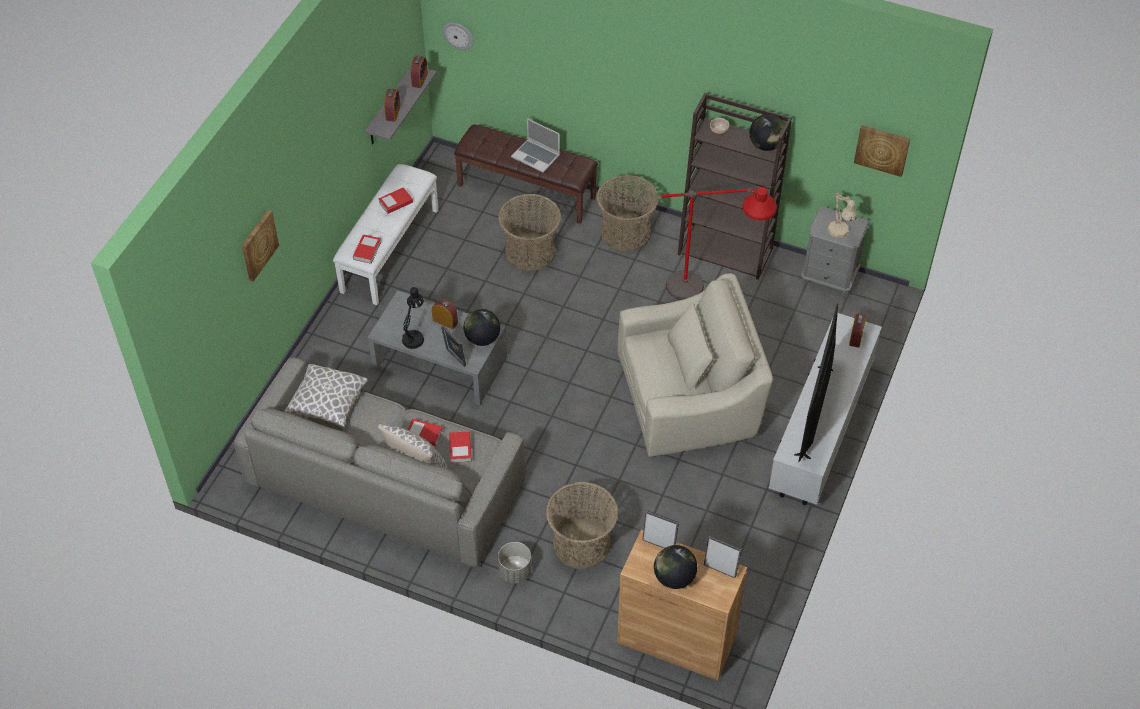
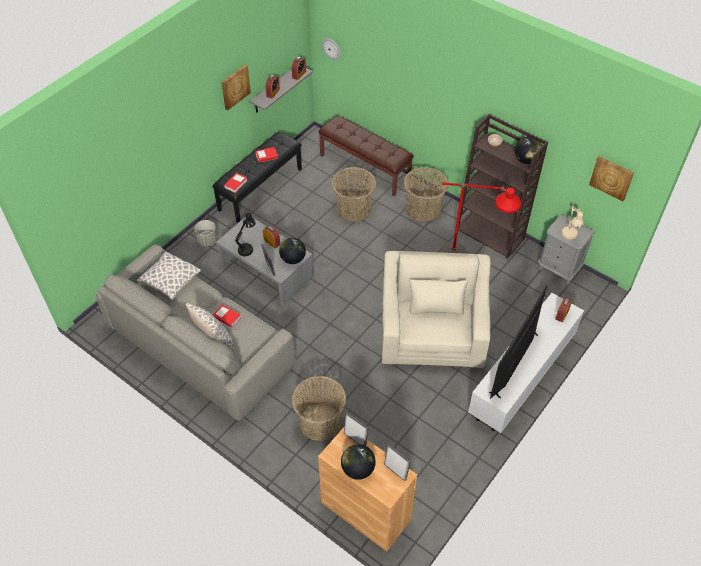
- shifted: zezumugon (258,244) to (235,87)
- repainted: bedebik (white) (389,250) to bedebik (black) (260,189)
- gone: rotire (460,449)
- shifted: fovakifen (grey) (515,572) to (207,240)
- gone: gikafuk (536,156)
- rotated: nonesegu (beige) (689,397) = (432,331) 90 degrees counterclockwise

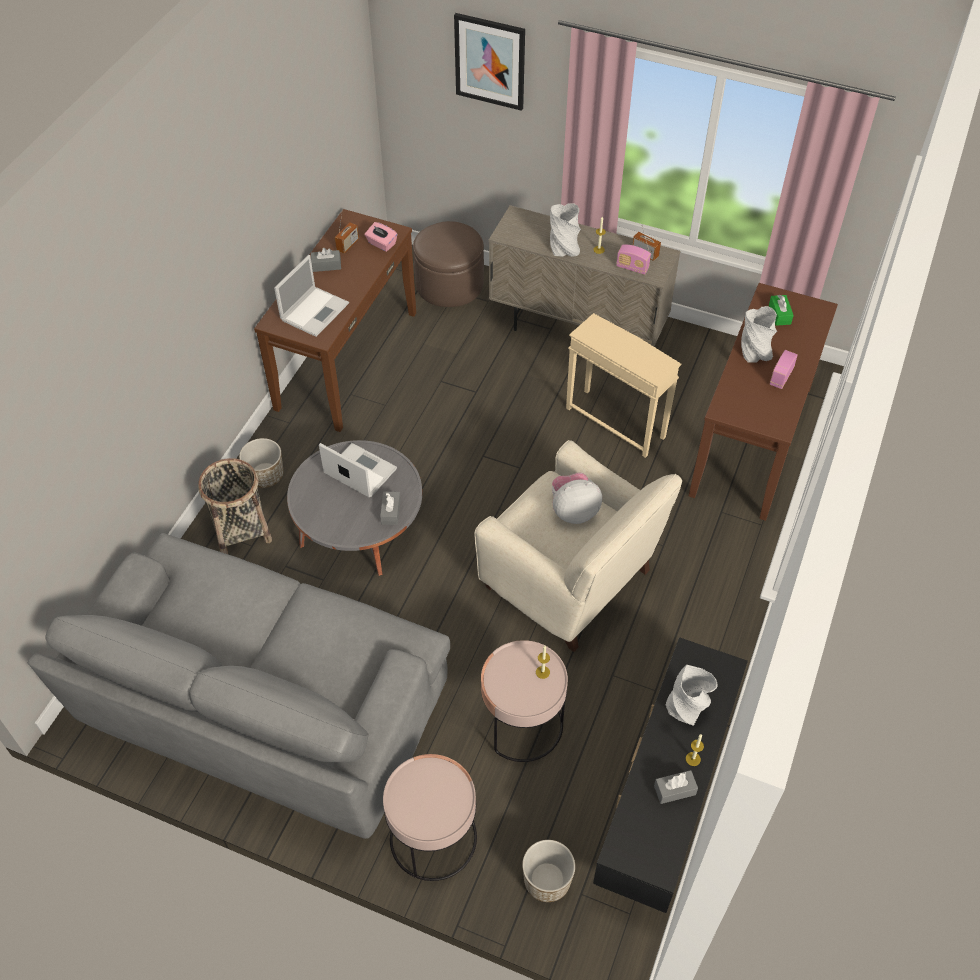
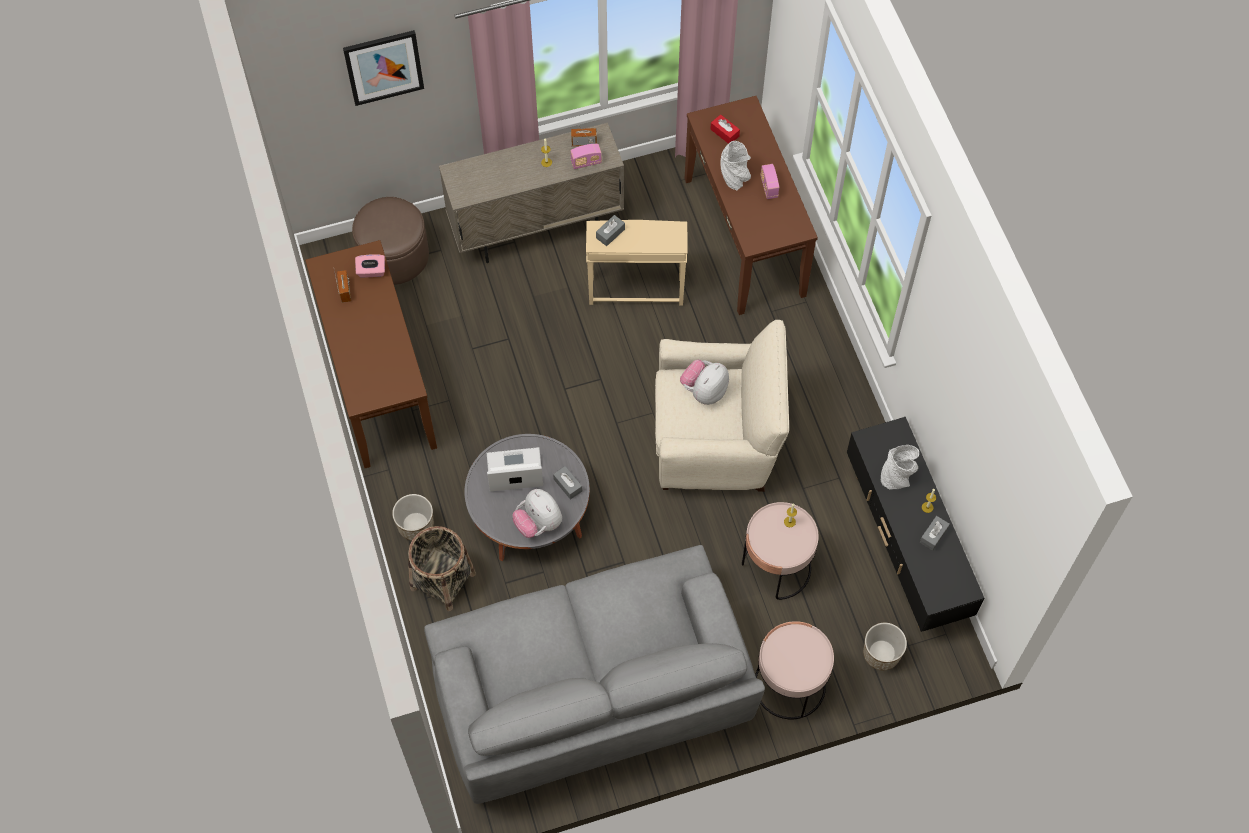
- gone: gikafuk (315,311)
- shifted: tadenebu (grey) (326,265) to (610,233)
- gone: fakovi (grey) (564,248)
- repainted: tadenebu (green) (779,314) to tadenebu (red) (724,133)
- new: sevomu (538,523)

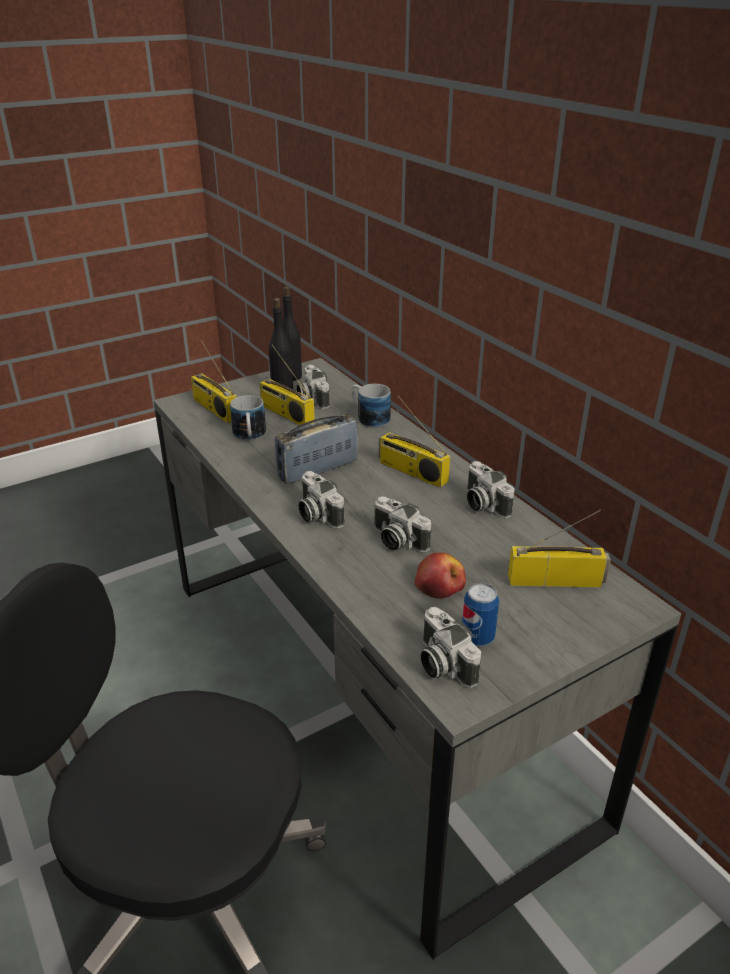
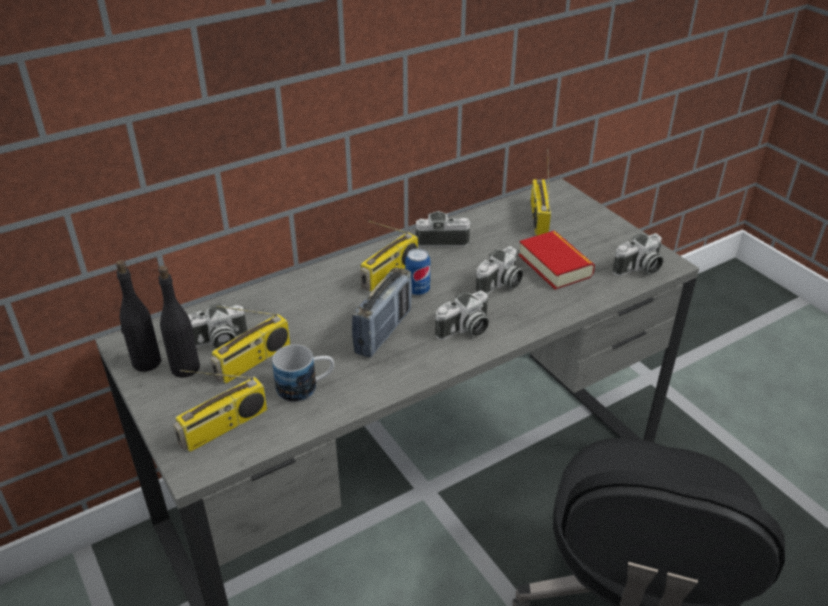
- rotated: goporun (318,469) = (383,332) 120 degrees counterclockwise
- gone: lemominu (368,418)
- swapped: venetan (440,585) to rotire (555,266)
- shifted: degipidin (477,637) to (417,290)
- rotated: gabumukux (482,504) = (442,239) 150 degrees counterclockwise

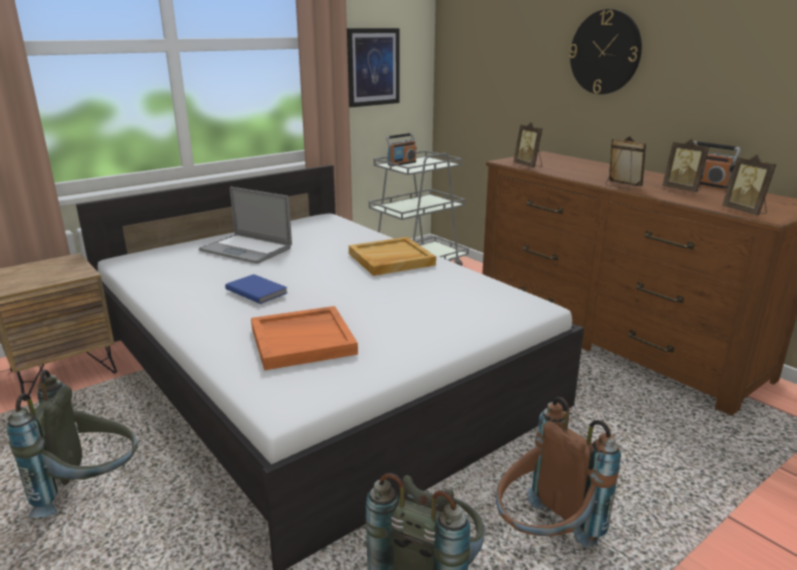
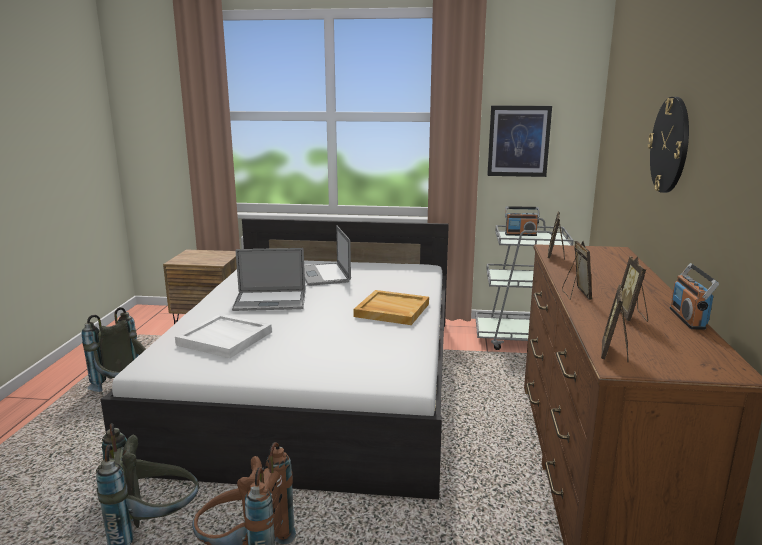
- swapped: rotire (blue) (257,290) to gikafuk (270,301)
- repainted: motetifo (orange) (303,340) to motetifo (white) (226,338)

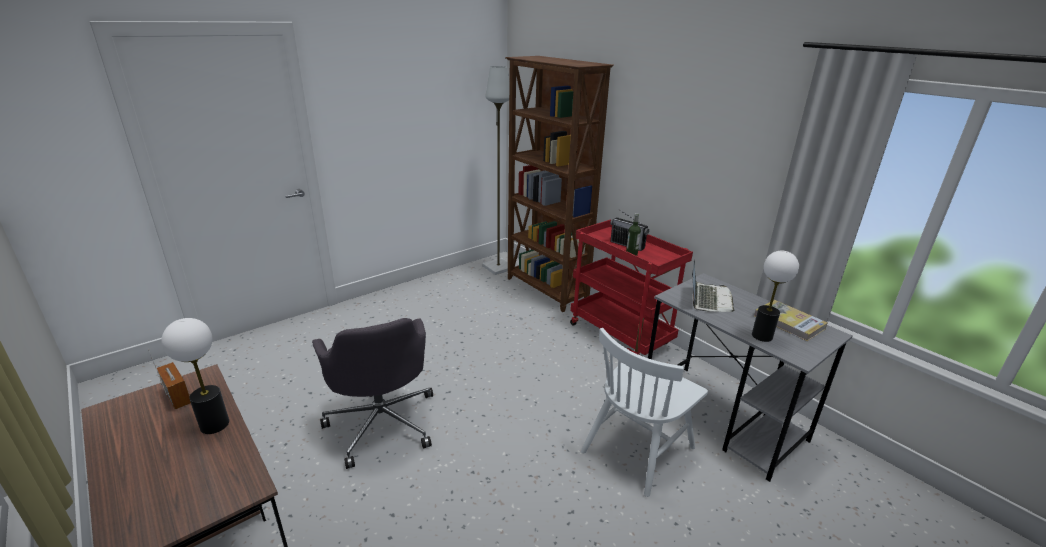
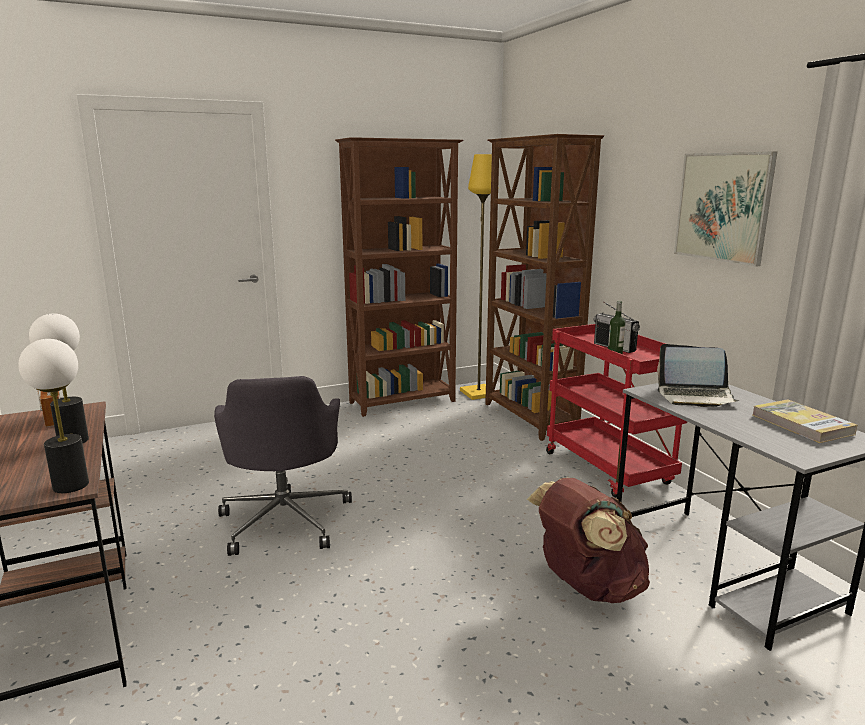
- repainted: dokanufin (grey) (497,267) to dokanufin (yellow) (477,393)
- swapped: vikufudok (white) (637,449) to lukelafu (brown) (587,587)
- rotated: gikafuk (708,299) = (695,396) 75 degrees clockwise
- shifted: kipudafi (762,336) to (71,485)
- new: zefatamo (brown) (403,402)
- new: zezumugon (723,207)

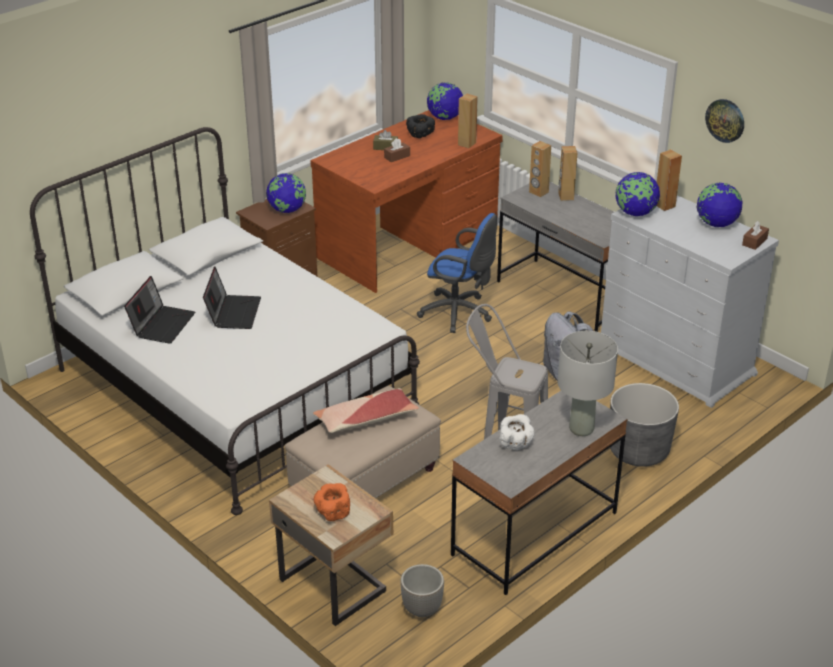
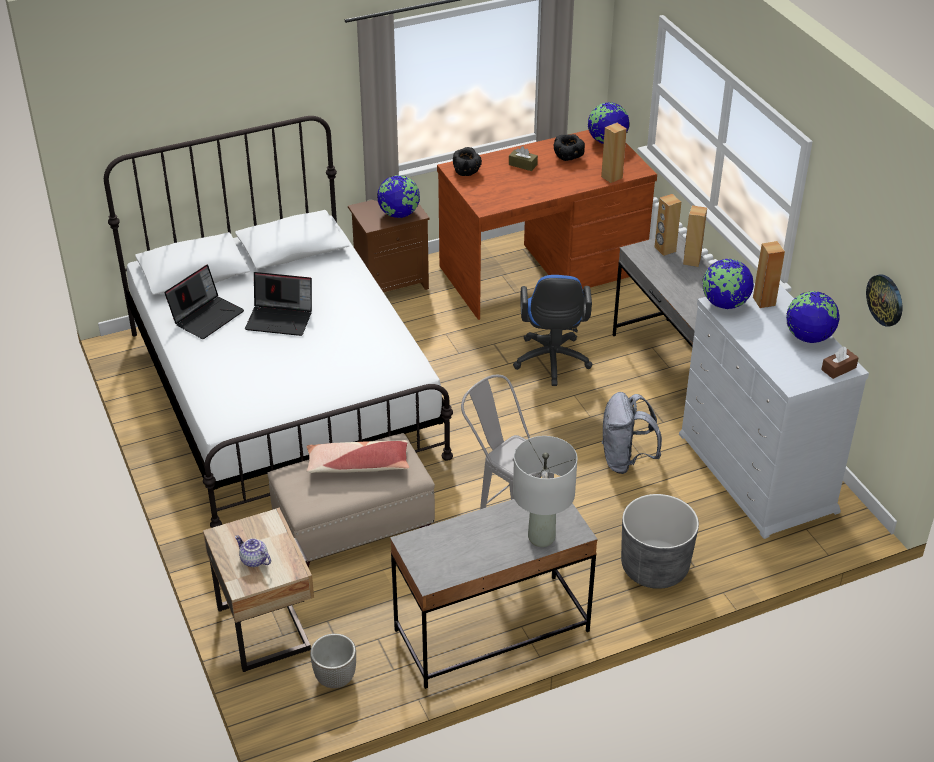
- rotated: gikafuk (233,312) = (281,318) 75 degrees clockwise
- swapped: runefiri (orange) (332,512) to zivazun (253,560)
- gone: tadenebu (brown) (397,156)
- rotated: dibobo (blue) (459,313) = (552,363) 45 degrees clockwise
- gone: runefiri (white) (516,443)
- shifted: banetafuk (725,120) to (885,300)
- new: runefiri (black) (467,171)

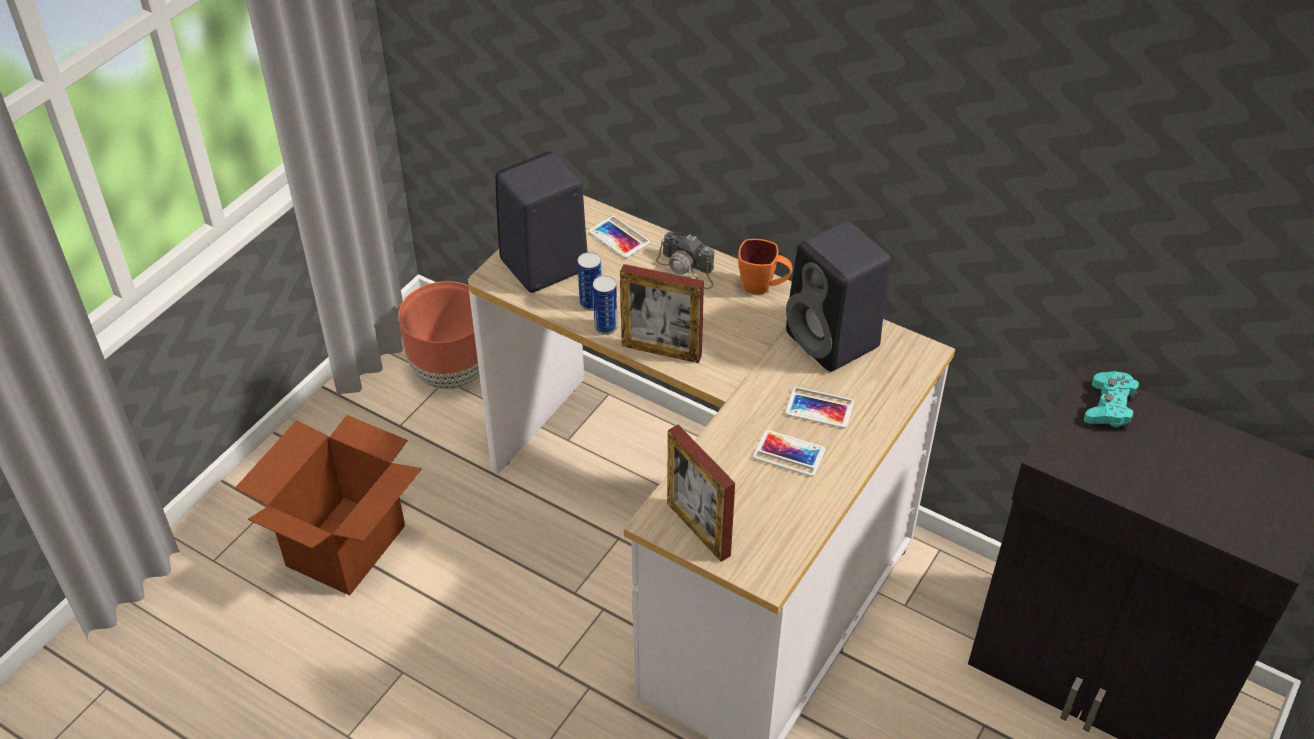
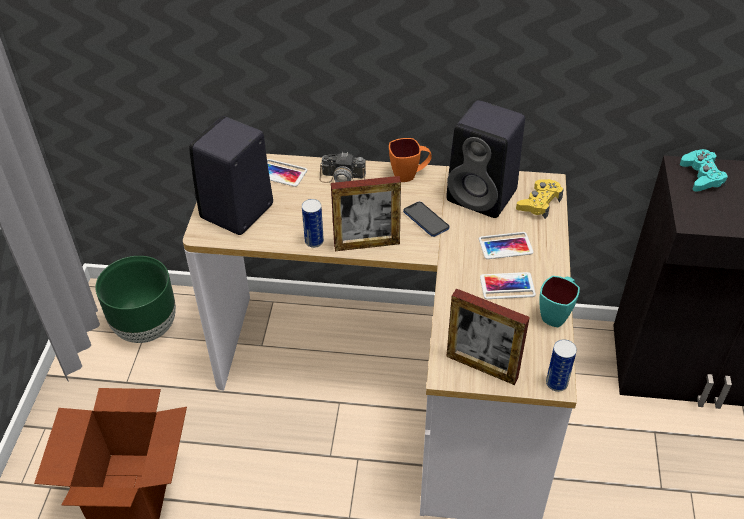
- repainted: fovakifen (brown) (451,373) to fovakifen (green) (146,328)
- shifted: degipidin (591,303) to (556,383)
- new: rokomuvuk (426,220)
- new: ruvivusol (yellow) (539,203)
- new: lemominu (turquoise) (556,314)

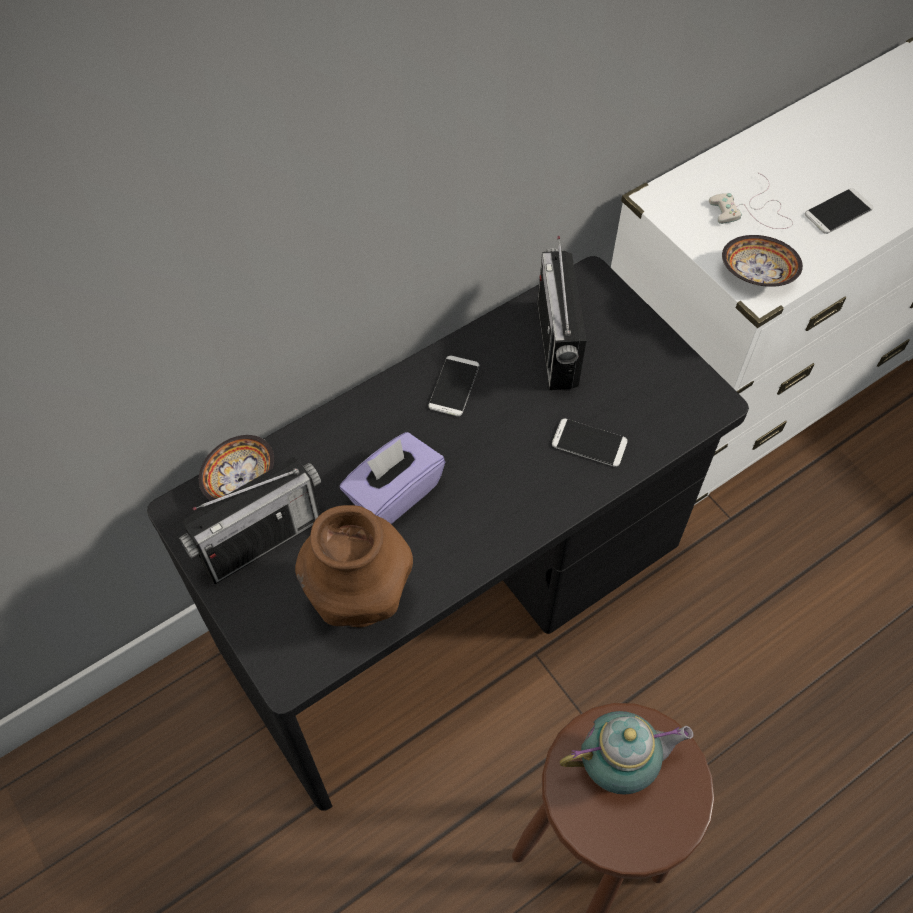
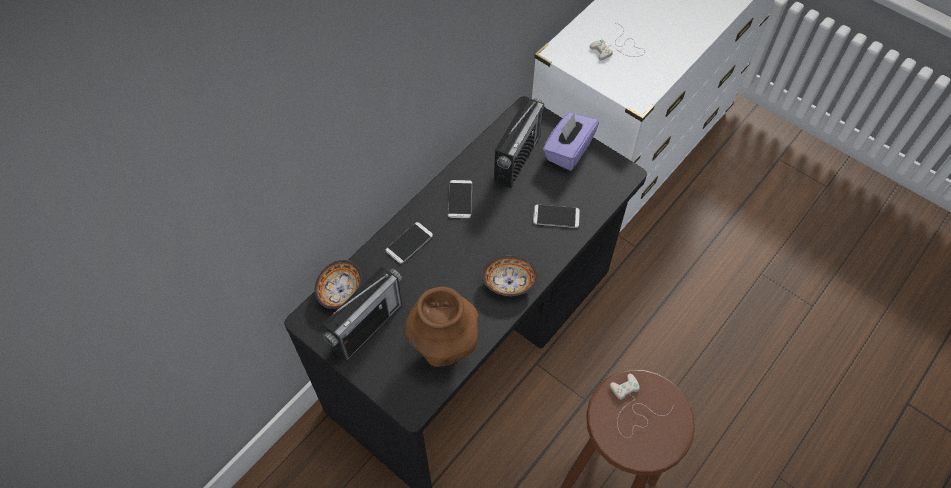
- shifted: tadenebu (purple) (393,494) to (568,151)
- rotated: goporun (557,345) = (517,158) 135 degrees counterclockwise
- swapped: zivazun (620,765) to ruvivusol (white) (632,408)
- shifted: runefiri (755,273) to (508,282)
- shifted: rokomuvuk (838,212) to (409,243)

